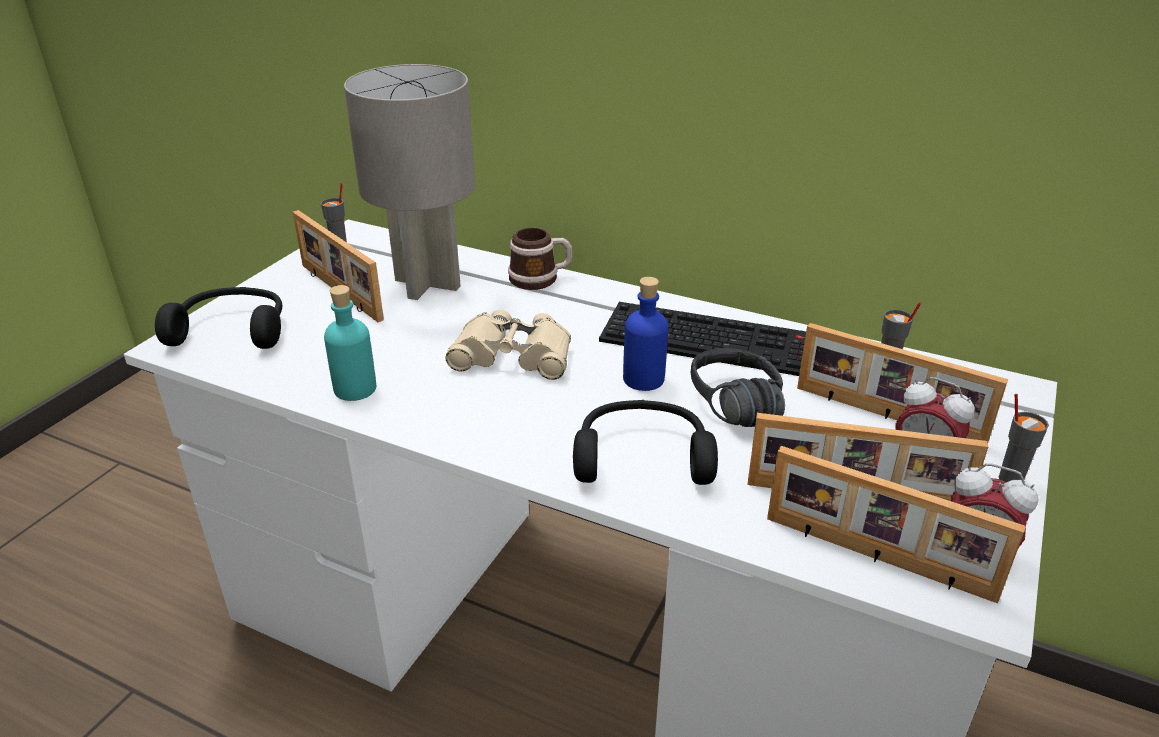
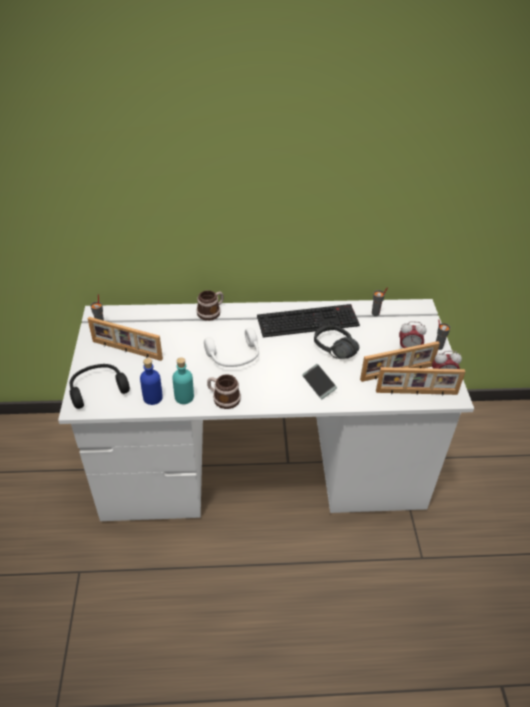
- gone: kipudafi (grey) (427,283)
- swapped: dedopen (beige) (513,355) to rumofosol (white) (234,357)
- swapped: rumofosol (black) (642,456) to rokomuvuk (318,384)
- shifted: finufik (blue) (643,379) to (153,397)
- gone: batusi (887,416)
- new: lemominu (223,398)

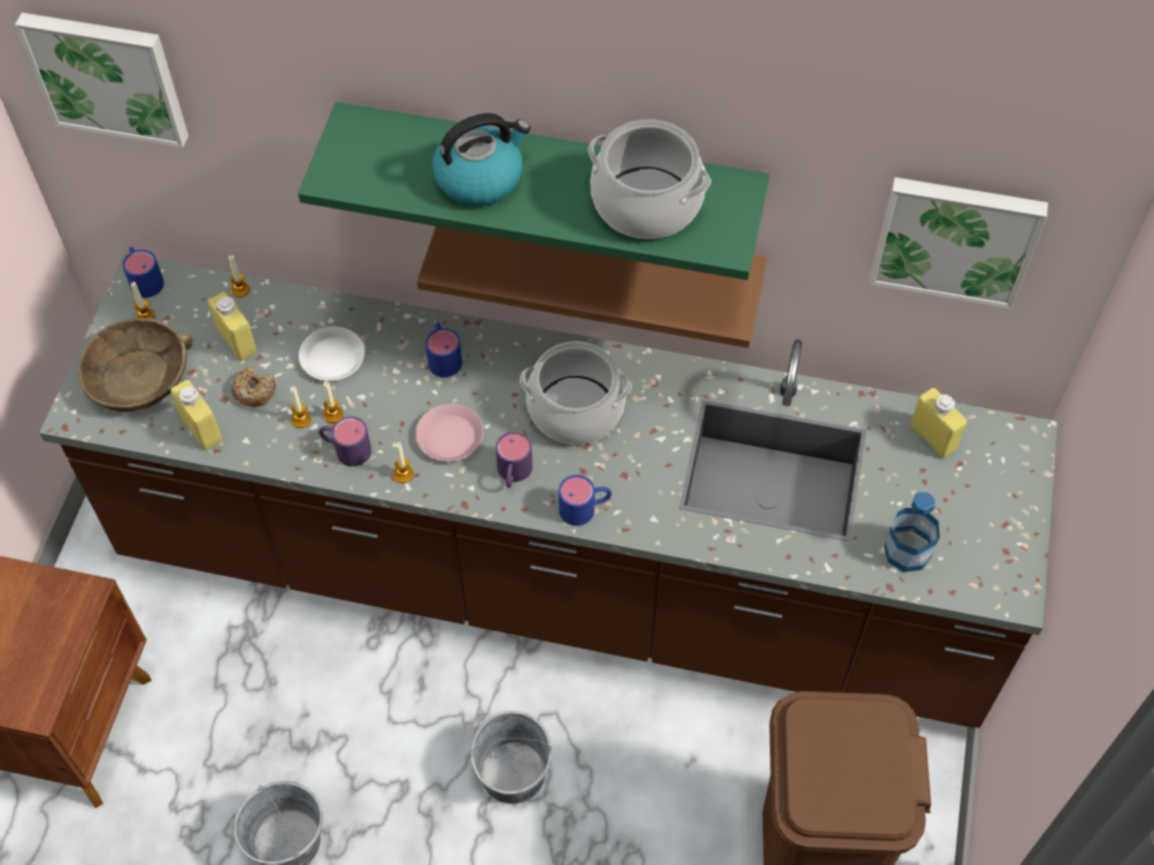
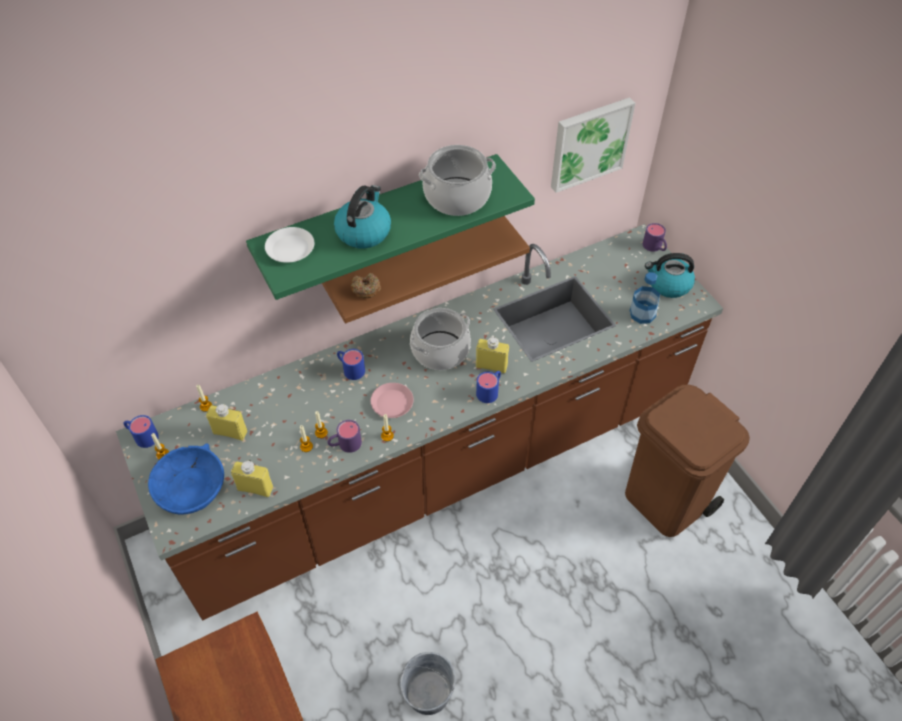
- gone: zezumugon (107,76)
- repainted: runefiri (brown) (139,376) to runefiri (blue) (190,486)
- shifted: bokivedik (254,391) to (366,289)
- shifted: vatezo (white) (332,358) to (290,249)
- gone: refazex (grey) (513,773)
- shifted: lemominu (purple) (513,474) to (655,247)
- shifted: finufik (yellow) (932,437) to (491,366)
- new: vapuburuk (668,284)

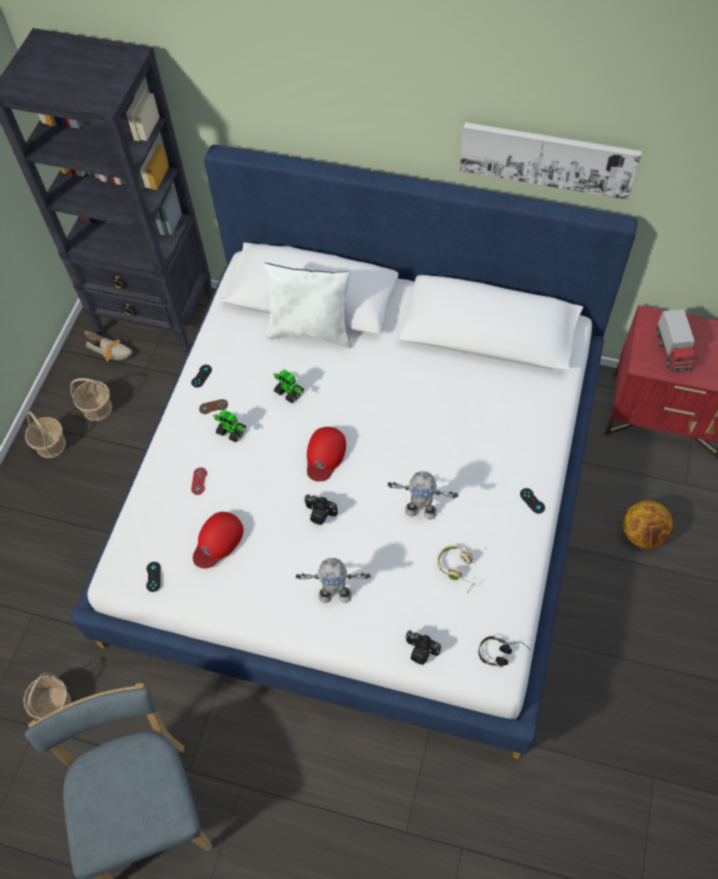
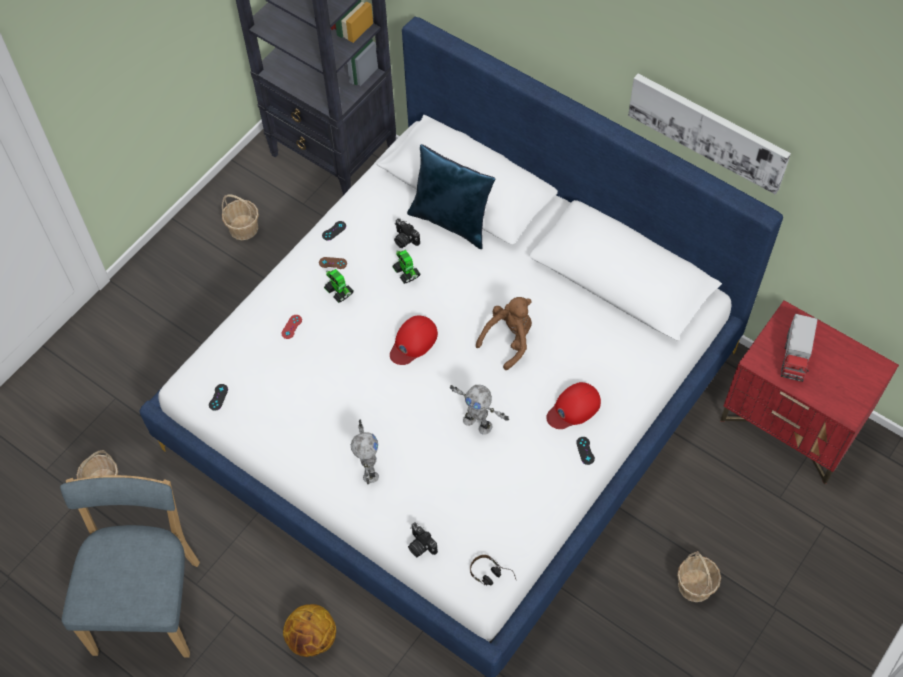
- shifted: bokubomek (51,444) to (695,585)
- gone: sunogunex (112,351)
- shifted: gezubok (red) (217,541) to (573,408)
- repainted: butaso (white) (310,331) to butaso (blue) (452,221)
- rotated: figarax (335,594) = (368,469) 120 degrees counterclockwise
- shifted: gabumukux (319,514) to (404,240)
- gone: rumofosol (beige) (457,569)
- shifted: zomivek (643,534) to (312,639)
- new: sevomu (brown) (509,340)

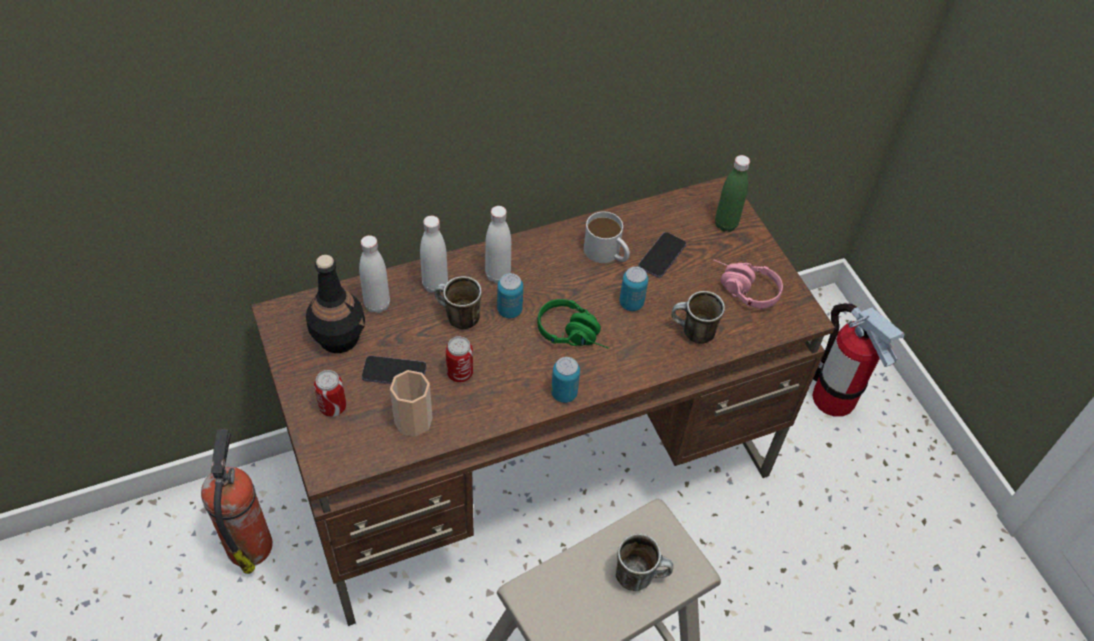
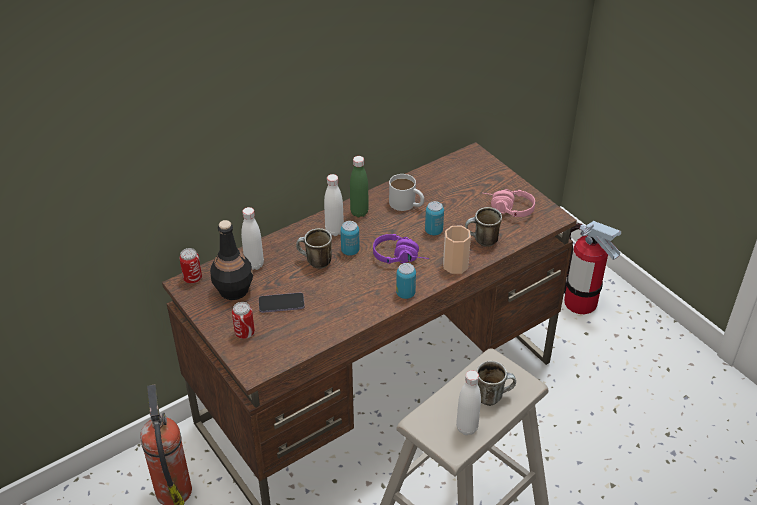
- shifted: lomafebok (413,420) to (455,265)
- shifted: finufik (white) (435,285) to (467,428)
- shifted: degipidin (460,373) to (192,278)
- repainted: rumofosol (green) (575,334) to rumofosol (purple) (401,257)
- gone: rokomuvuk (662,256)
- shifted: finufik (green) (725,224) to (359,212)

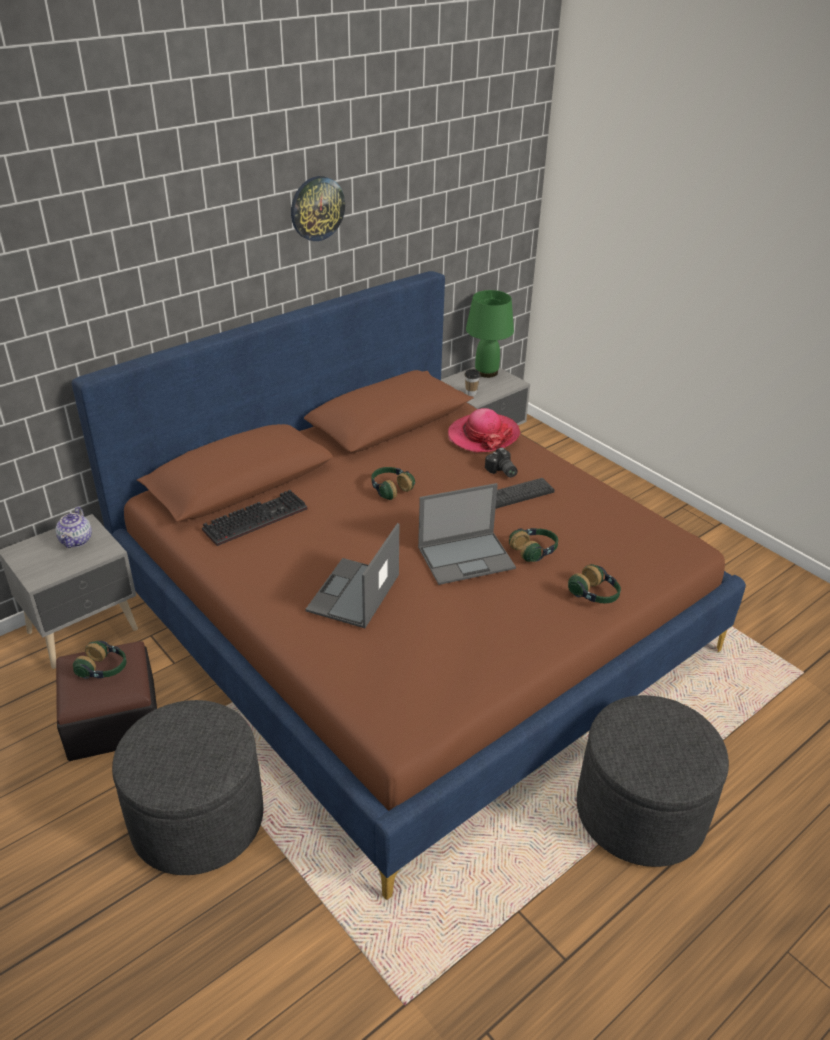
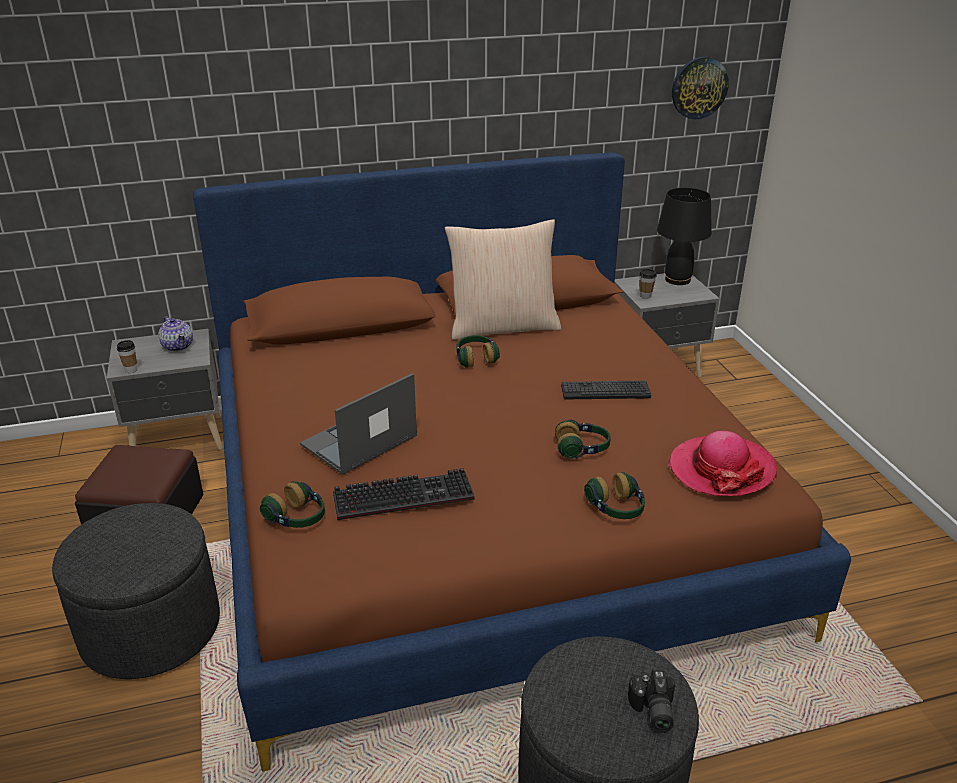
- rotated: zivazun (76,540) = (178,346) 60 degrees counterclockwise
- shifted: rumofosol (104,669) to (297,518)
- shifted: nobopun (256,518) to (405,495)
- shifted: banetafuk (317,208) to (699,87)
- gone: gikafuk (467,557)
- shifted: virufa (483,435) to (721,469)
- repainted: kipudafi (green) (487,372) to kipudafi (black) (678,280)
- shifted: gabumukux (501,471) to (651,711)
- new: lomafebok (131,370)
- new: butaso (beige) (503,326)

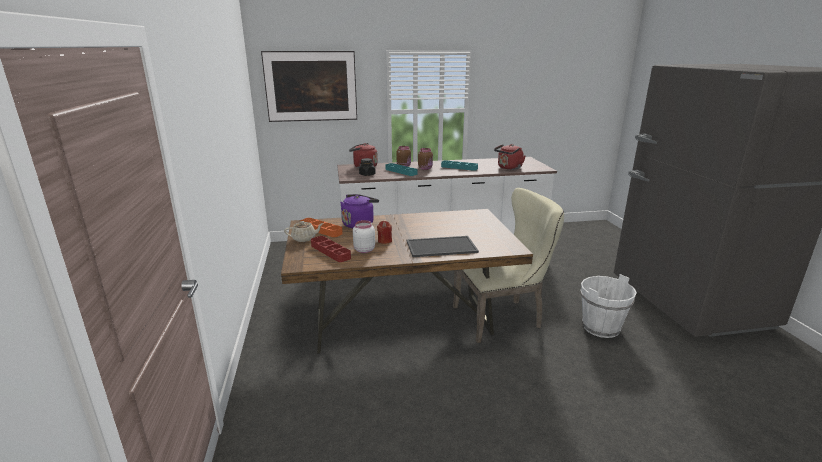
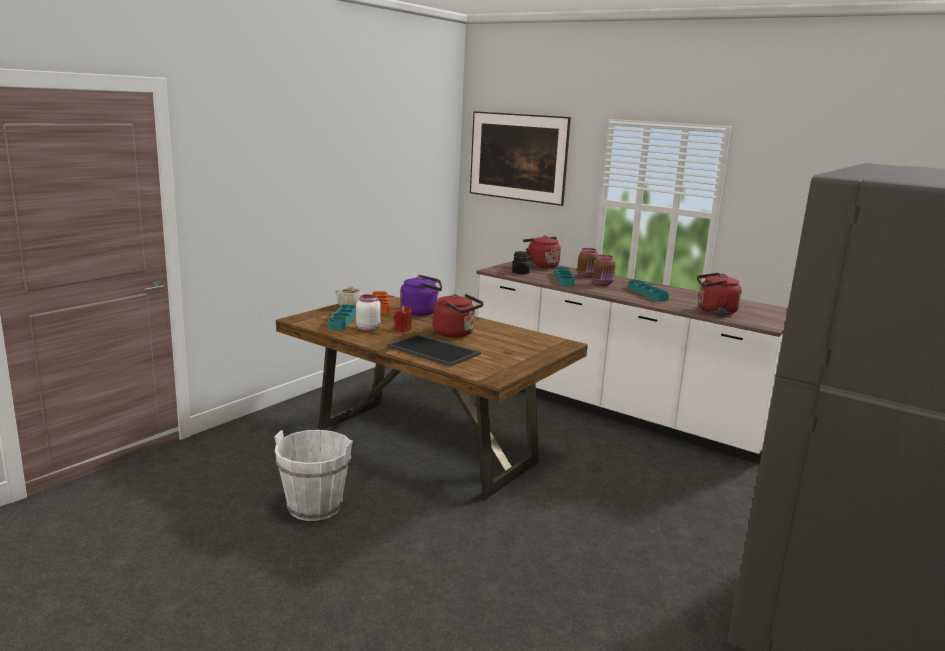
- repainted: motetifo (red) (330,251) to motetifo (turquoise) (343,320)
- gone: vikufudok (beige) (502,317)
- shifted: refazex (white) (600,327) to (315,506)
- new: vapuburuk (red) (456,334)

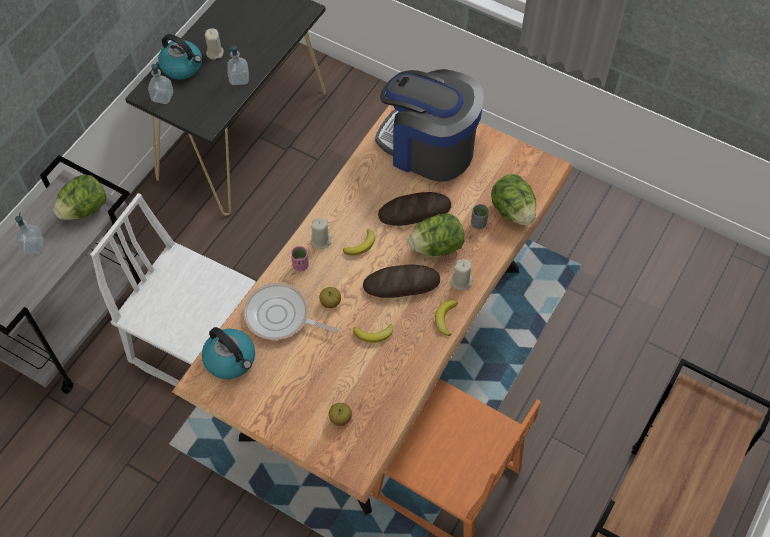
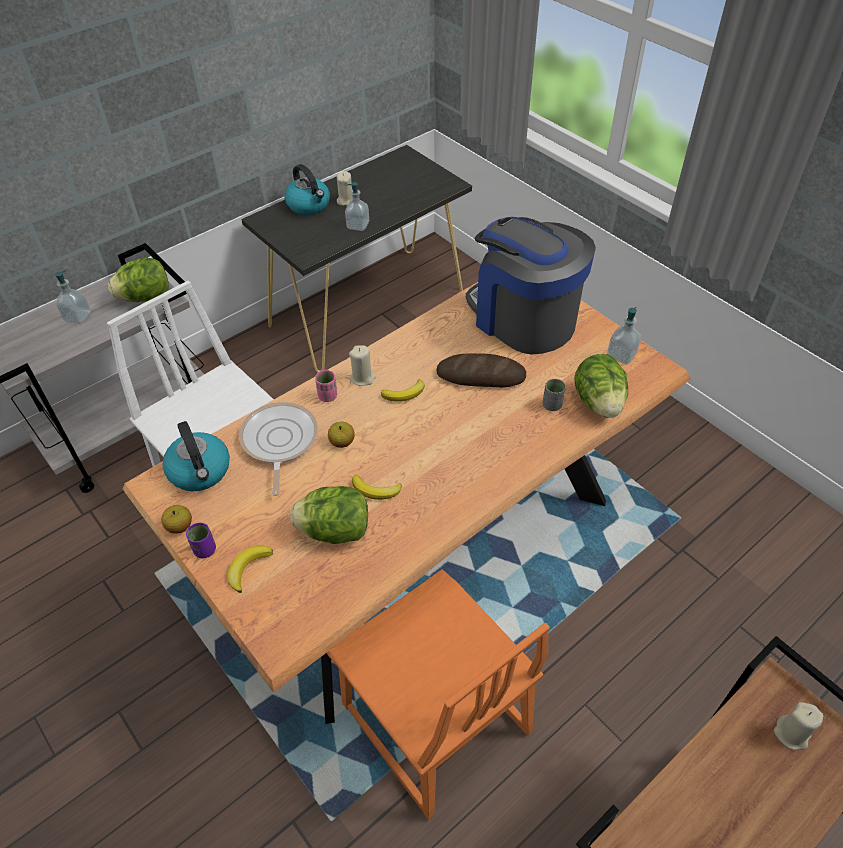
- shifted: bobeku (162,97) to (621,355)
- rotated: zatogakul (280,317) = (278,442) 45 degrees clockwise
- shifted: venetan (340,418) to (179,526)
- gone: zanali (401,284)
- shifted: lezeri (437,246) to (335,531)
- shifted: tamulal (445,318) to (248,568)
- shifted: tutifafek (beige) (461,282) to (791,734)
- new: lomafebok (purple) (205,550)

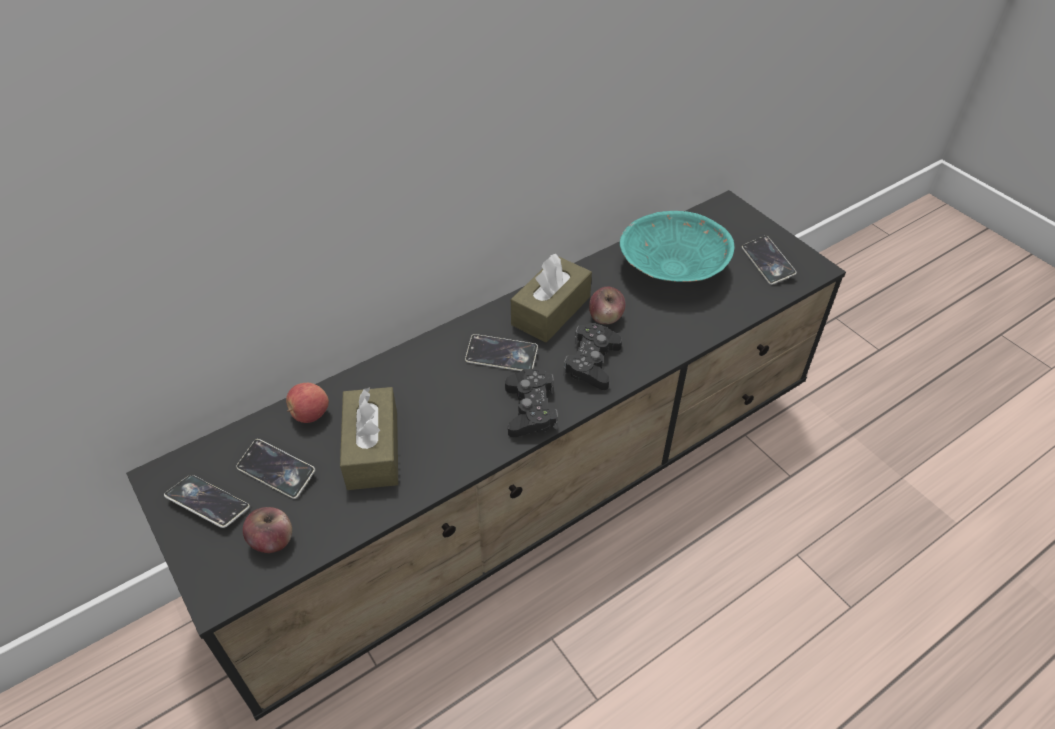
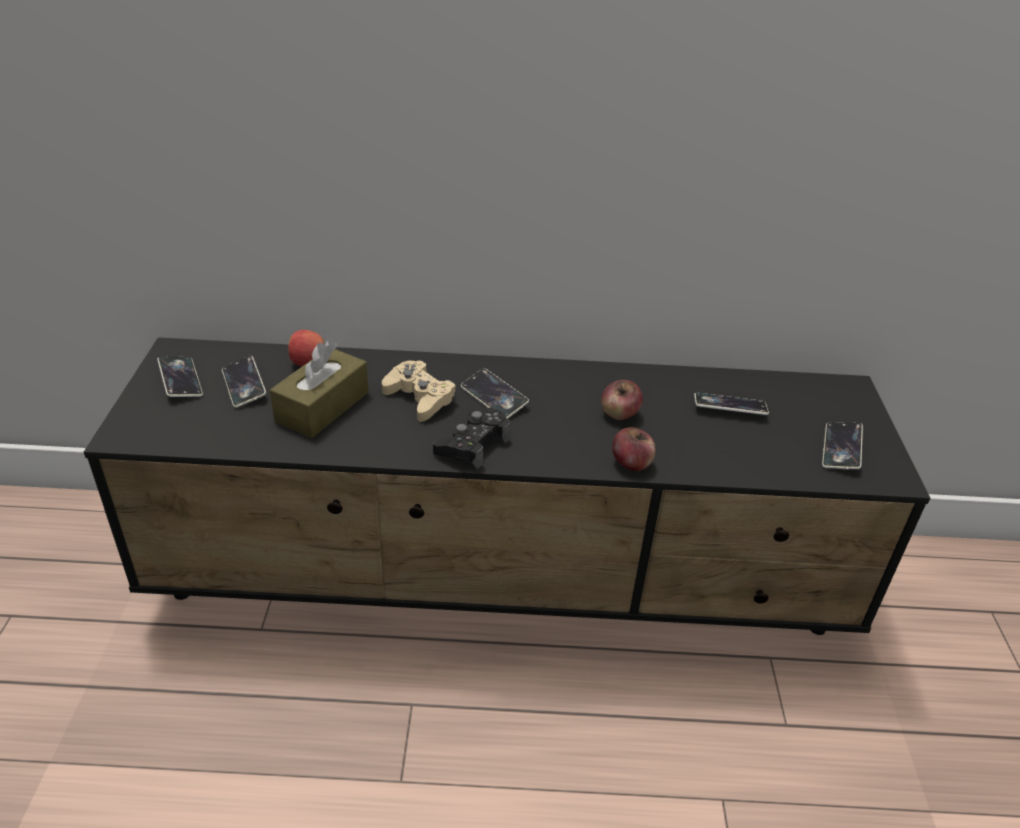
- shifted: venetan (272,540) to (631,463)
- gone: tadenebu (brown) (551,311)
- gone: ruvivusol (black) (592,362)
- swapped: runefiri (turquoise) (671,268) to rokomuvuk (729,408)
- new: ruvivusol (beige) (419,398)

